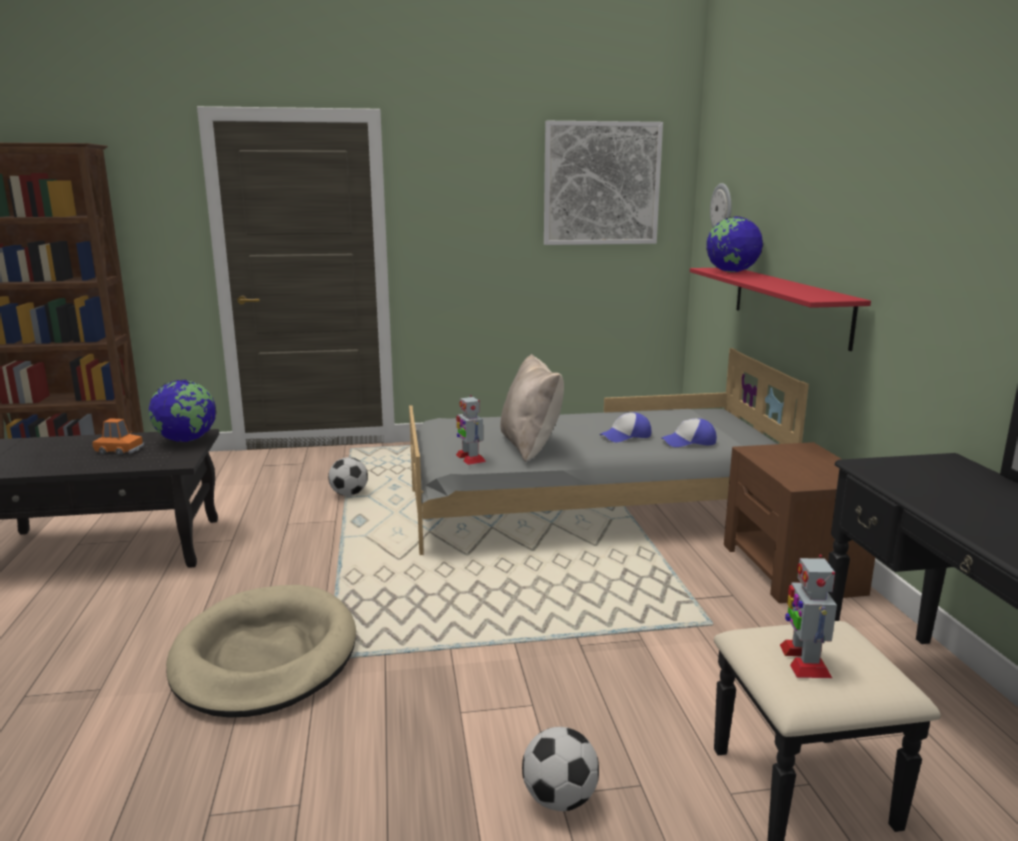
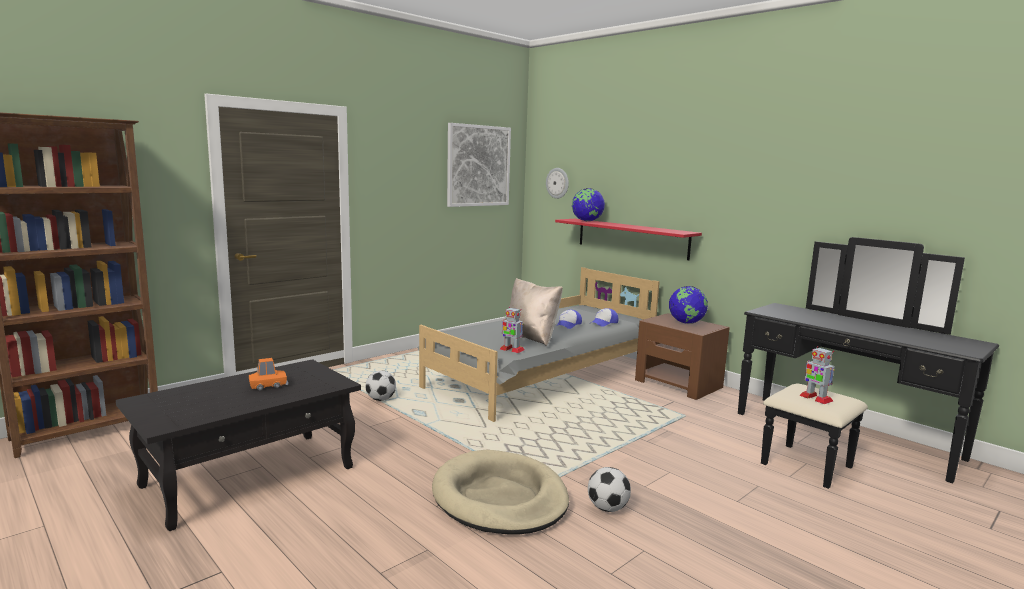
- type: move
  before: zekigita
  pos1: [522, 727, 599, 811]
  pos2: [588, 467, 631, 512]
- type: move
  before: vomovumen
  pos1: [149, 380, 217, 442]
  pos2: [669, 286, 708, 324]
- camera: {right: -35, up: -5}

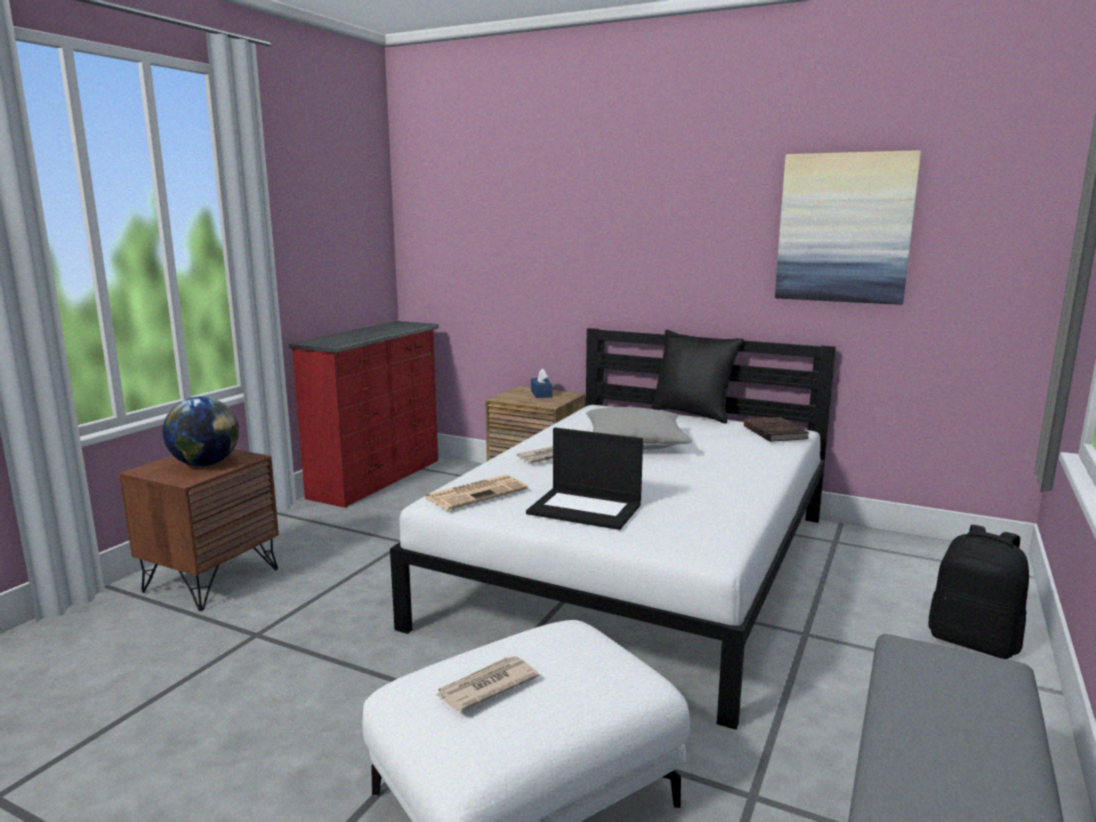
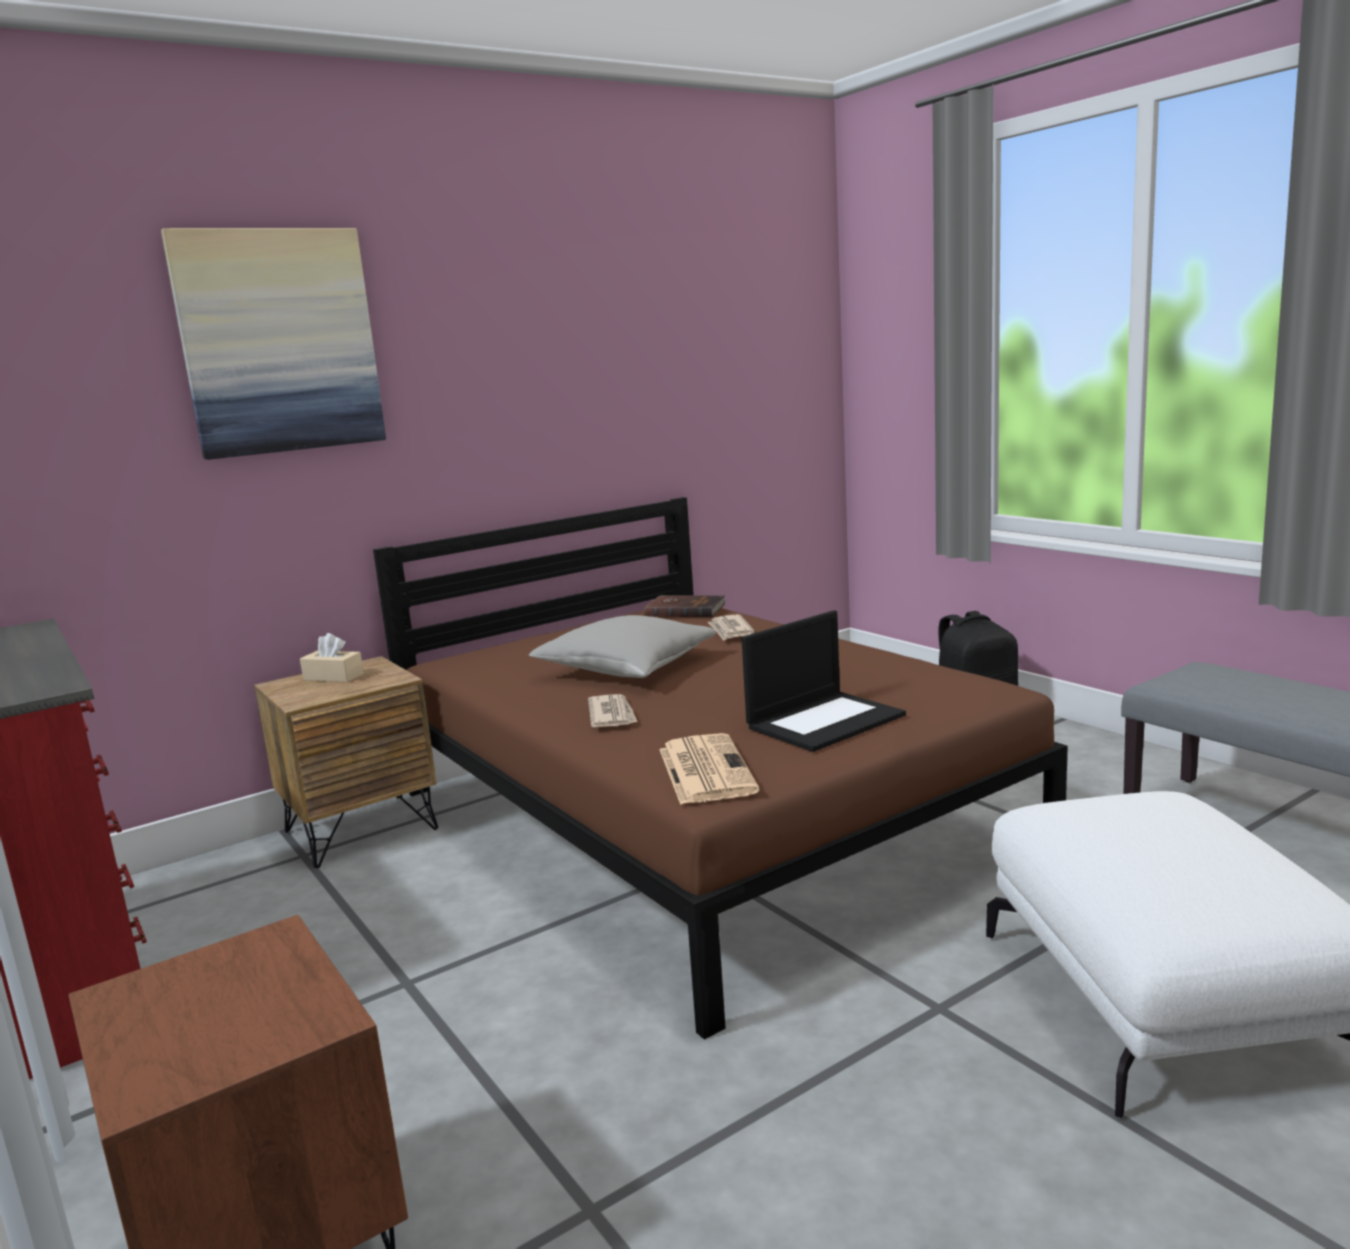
- type: move
  before: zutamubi
  pos1: [775, 150, 921, 305]
  pos2: [161, 228, 386, 460]
- type: recolor
  before: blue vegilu
  after: beige vegilu
  pos1: [531, 368, 552, 398]
  pos2: [300, 633, 364, 682]
- type: recolor
  before: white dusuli
  after: brown dusuli
  pos1: [390, 328, 836, 730]
  pos2: [373, 497, 1068, 1040]
- type: move
  before: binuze
  pos1: [436, 656, 539, 711]
  pos2: [707, 614, 755, 641]
- type: delete
  before: vomovumen
  pos1: [163, 397, 239, 466]
- type: delete
  before: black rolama
  pos1: [651, 330, 744, 424]
- camera: {right: -60, up: 0}

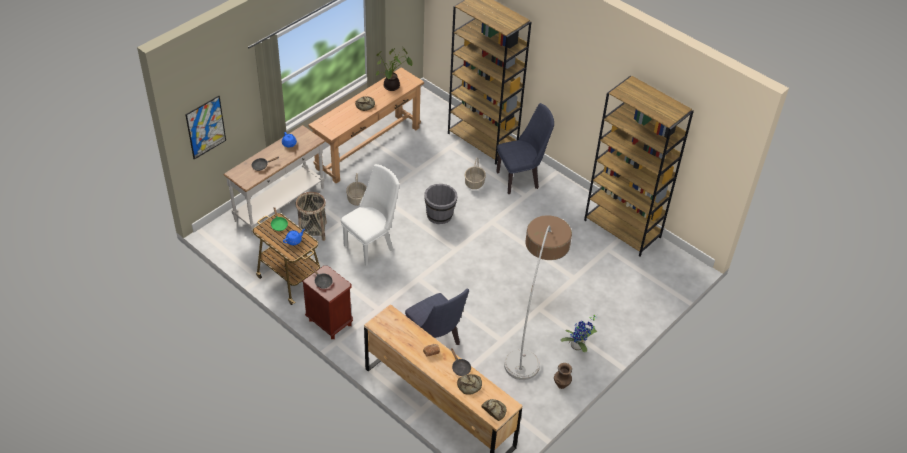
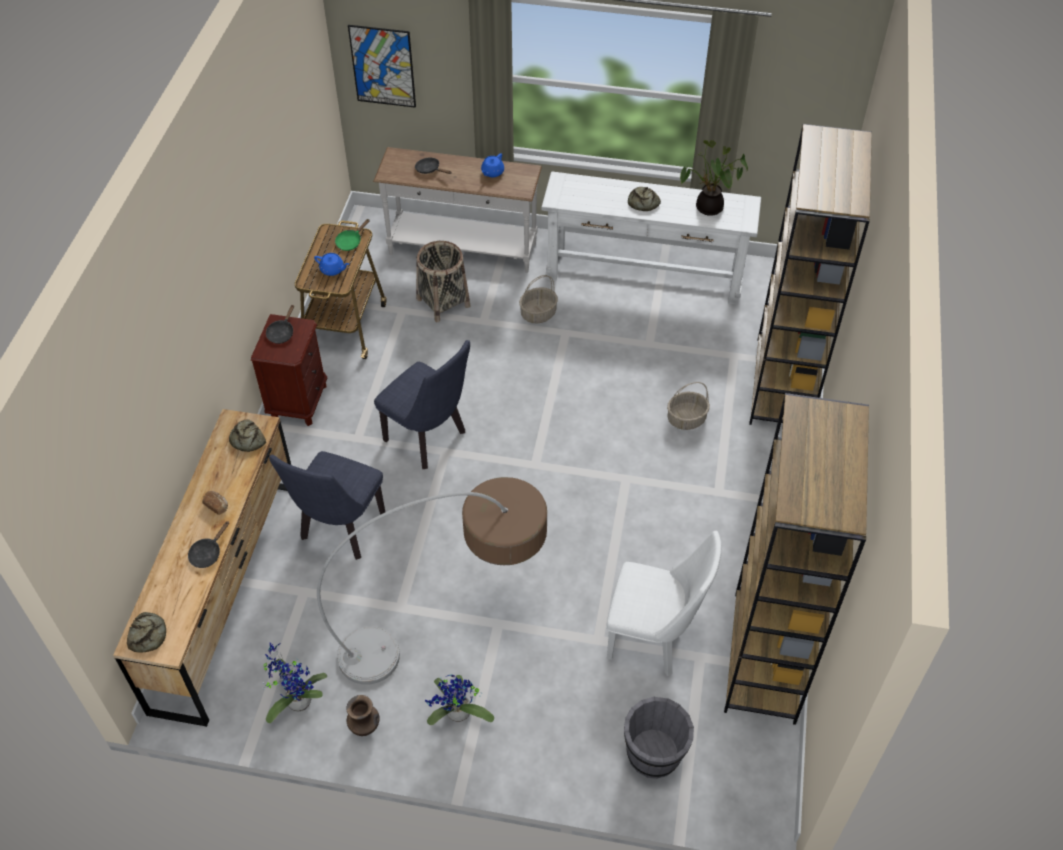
- type: move
  before: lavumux
  pos1: [457, 374, 482, 395]
  pos2: [229, 419, 266, 452]
- type: insert
  after: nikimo
  pos2: [263, 643, 327, 723]
- type: move
  before: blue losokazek
  pos1: [496, 103, 554, 194]
  pos2: [374, 340, 470, 469]
- type: recolor
  before: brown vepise
  after: white vepise
  pos1: [308, 67, 424, 184]
  pos2: [542, 171, 761, 304]
- type: move
  before: white losokazek
  pos1: [341, 164, 399, 266]
  pos2: [607, 530, 722, 676]
- type: move
  before: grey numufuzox
  pos1: [424, 184, 457, 224]
  pos2: [624, 696, 694, 779]
- camera: {right: 60, up: 5}

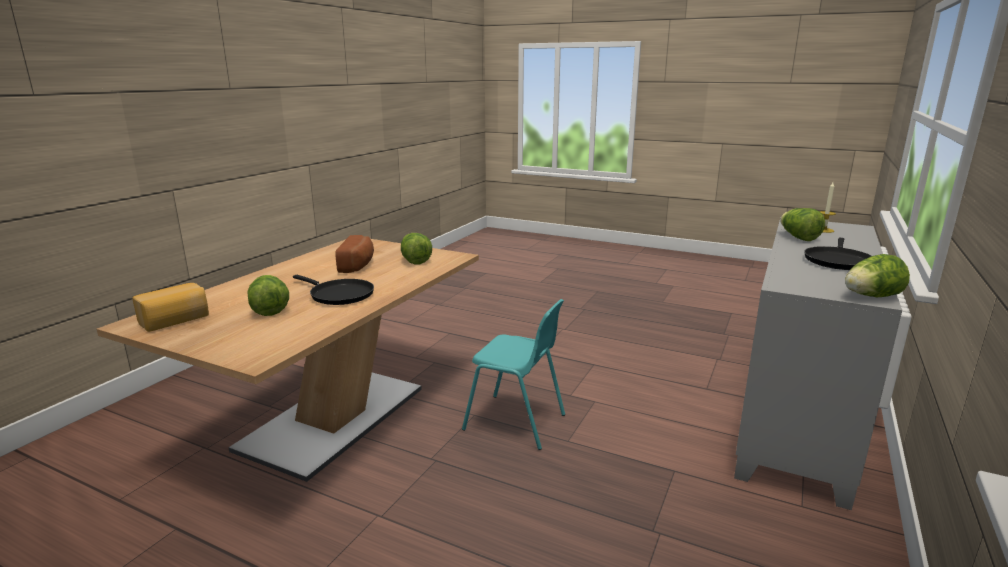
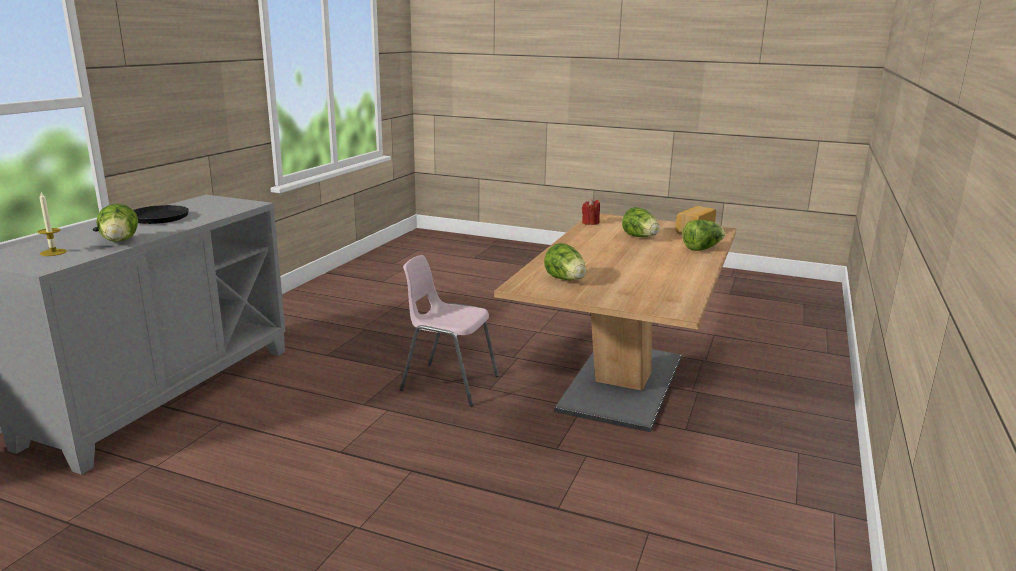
- type: recolor
  before: turquoise losokazek
  after: pink losokazek
  pos1: [462, 299, 565, 450]
  pos2: [400, 255, 499, 406]
- type: insert
  after: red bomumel
  pos2: [582, 199, 600, 225]
- type: move
  before: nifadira
  pos1: [845, 254, 910, 297]
  pos2: [682, 220, 725, 251]
- type: delete
  before: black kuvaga
  pos1: [293, 275, 374, 305]
- type: delete
  before: lavumux
  pos1: [335, 235, 374, 273]
- camera: {right: 175, up: 0}

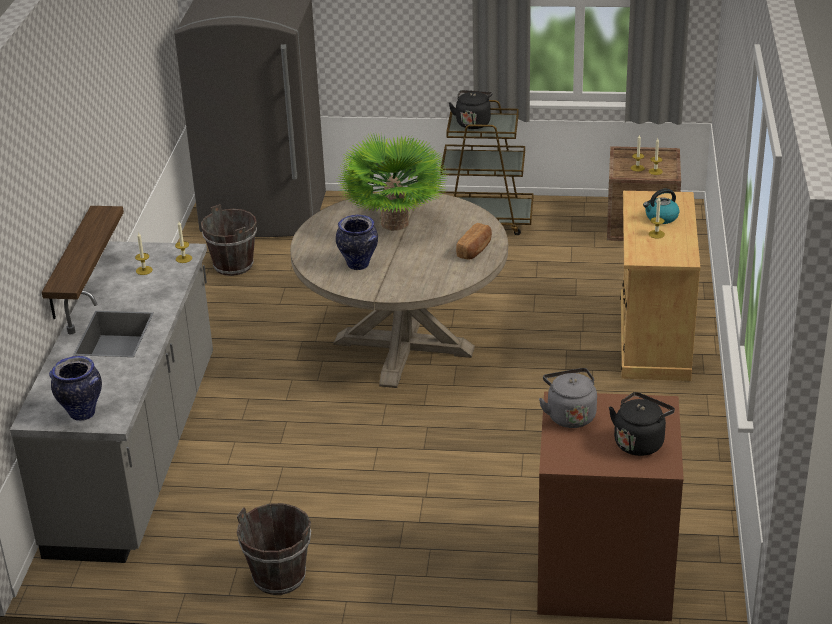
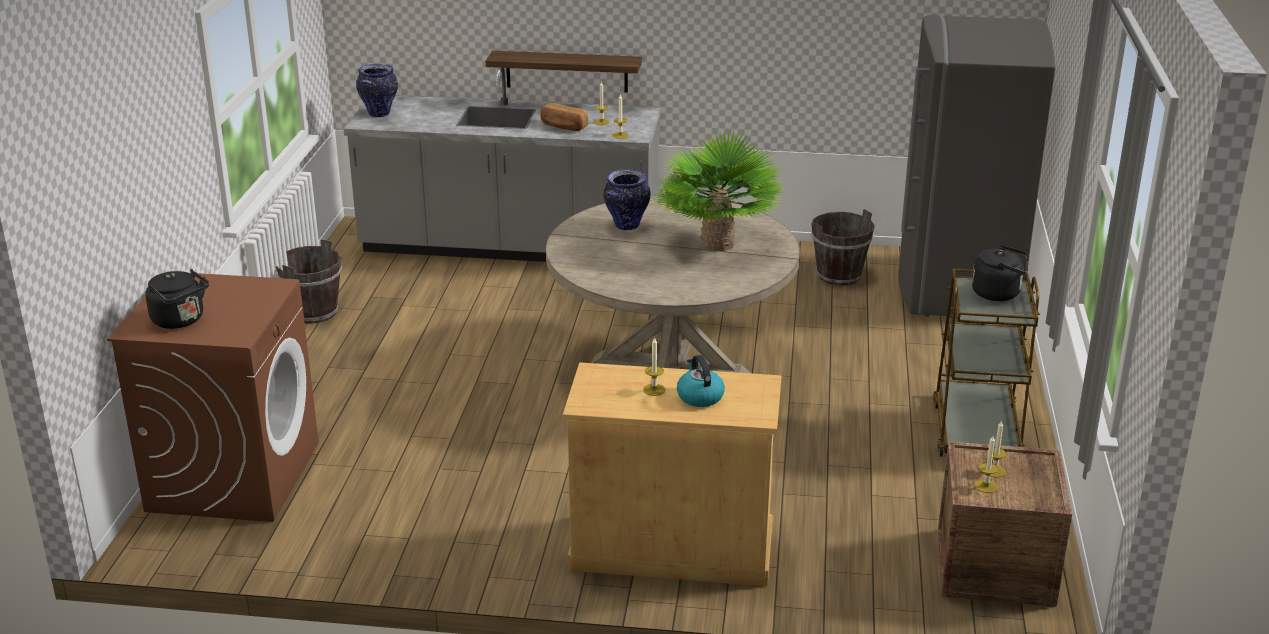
- type: move
  before: lavumux
  pos1: [456, 223, 492, 260]
  pos2: [540, 103, 588, 131]
- type: delete
  before: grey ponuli
  pos1: [539, 368, 597, 428]
- camera: {right: 90, up: -5}

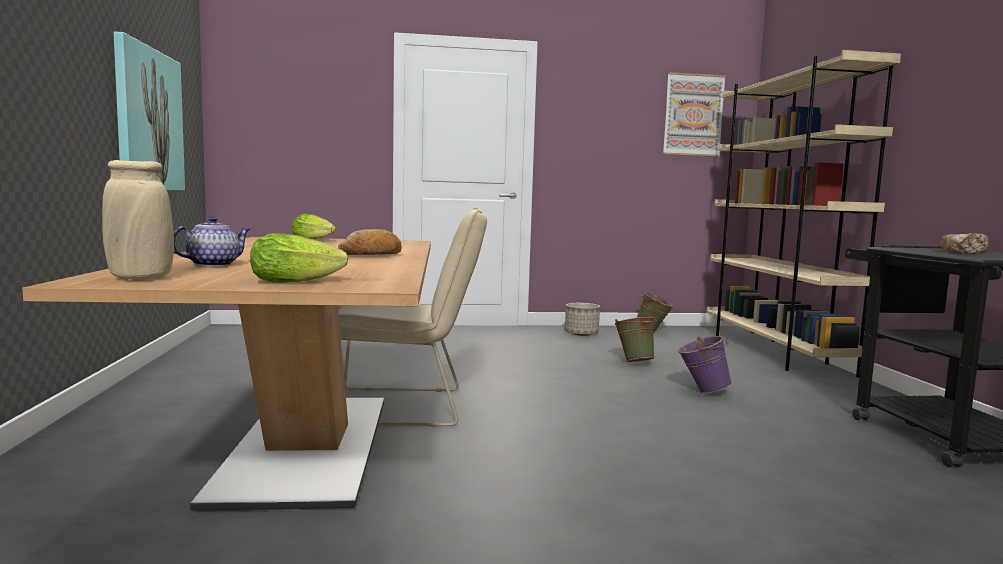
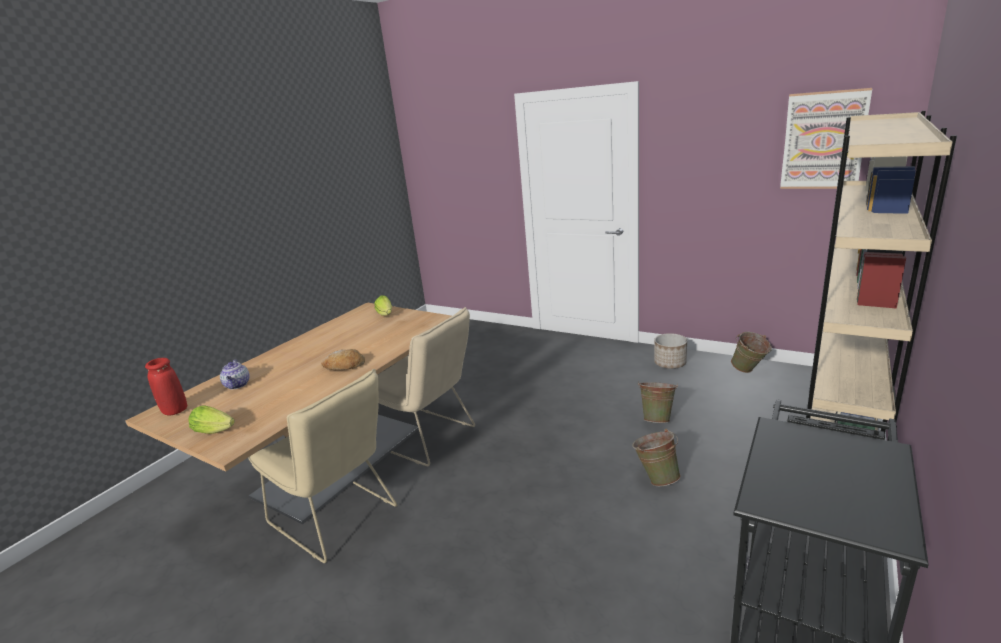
- type: recolor
  before: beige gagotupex
  after: red gagotupex
  pos1: [102, 160, 174, 279]
  pos2: [145, 358, 187, 416]
- type: rotate
  before: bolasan
  pos1: [174, 217, 250, 267]
  pos2: [220, 359, 250, 389]
  turn: 90
- type: insert
  after: beige losokazek
  pos2: [248, 369, 397, 563]
- type: recolor
  before: purple numufuzox
  after: green numufuzox
  pos1: [678, 336, 732, 393]
  pos2: [632, 429, 681, 486]
- type: delete
  before: zutamubi
  pos1: [113, 31, 185, 191]
- type: delete
  before: lavumux
  pos1: [941, 233, 989, 253]
- camera: {right: 40, up: 15}

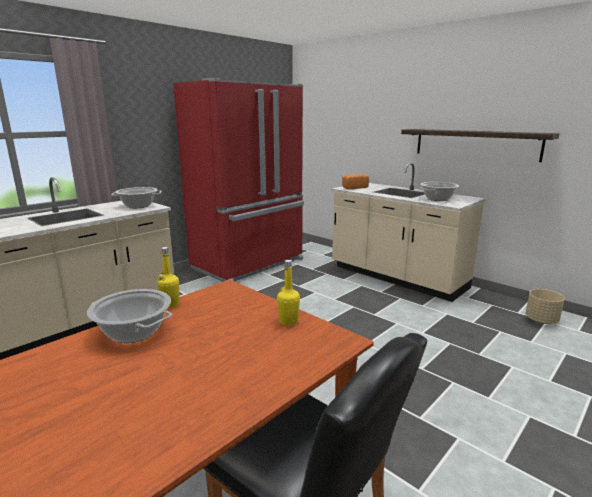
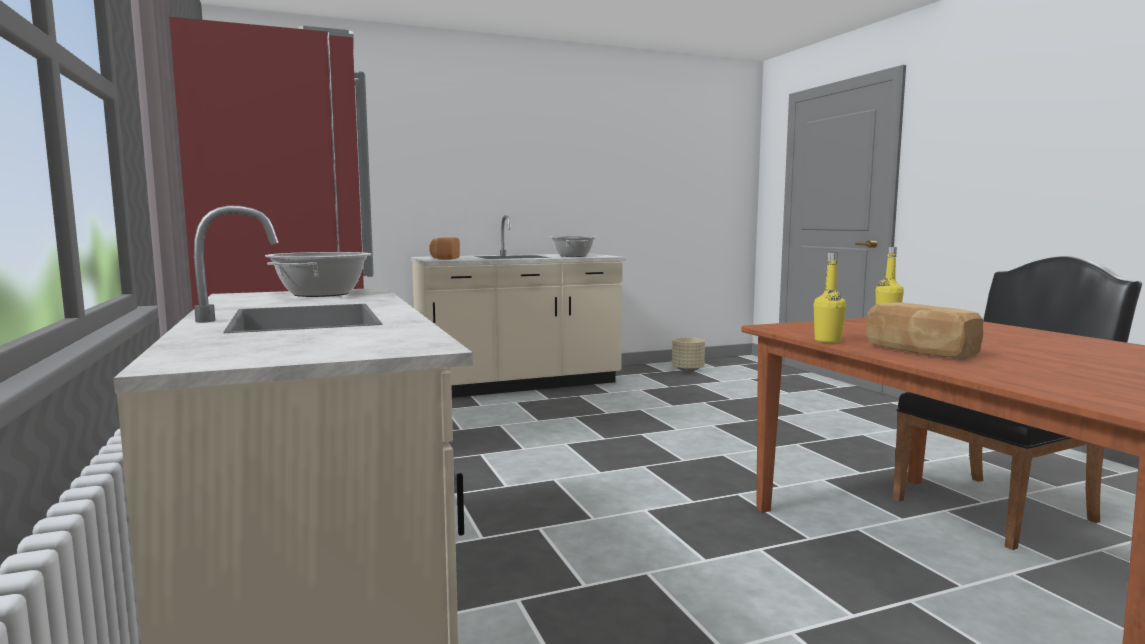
- type: replace
  before: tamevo
  after: lavumux
  pos1: [87, 289, 172, 343]
  pos2: [866, 302, 983, 358]
- type: delete
  before: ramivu
  pos1: [401, 129, 559, 162]
- camera: {right: -65, up: -10}

